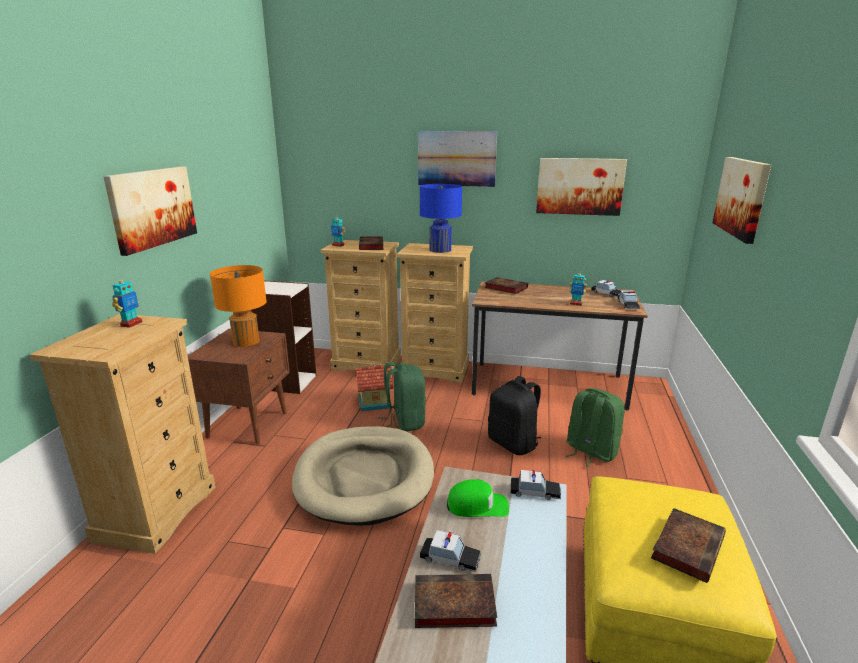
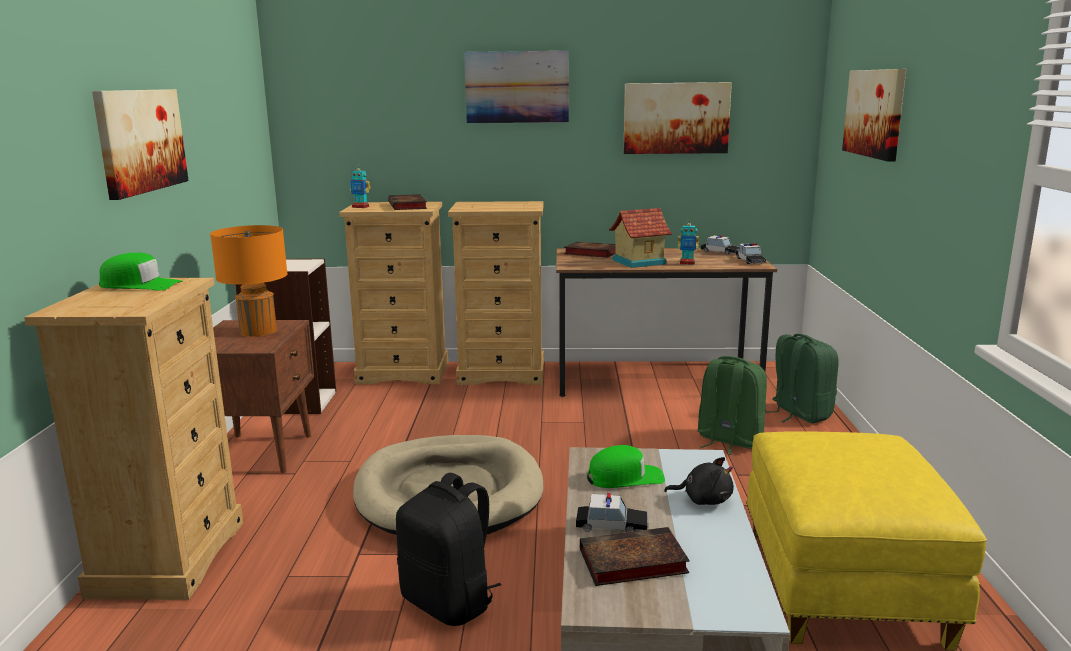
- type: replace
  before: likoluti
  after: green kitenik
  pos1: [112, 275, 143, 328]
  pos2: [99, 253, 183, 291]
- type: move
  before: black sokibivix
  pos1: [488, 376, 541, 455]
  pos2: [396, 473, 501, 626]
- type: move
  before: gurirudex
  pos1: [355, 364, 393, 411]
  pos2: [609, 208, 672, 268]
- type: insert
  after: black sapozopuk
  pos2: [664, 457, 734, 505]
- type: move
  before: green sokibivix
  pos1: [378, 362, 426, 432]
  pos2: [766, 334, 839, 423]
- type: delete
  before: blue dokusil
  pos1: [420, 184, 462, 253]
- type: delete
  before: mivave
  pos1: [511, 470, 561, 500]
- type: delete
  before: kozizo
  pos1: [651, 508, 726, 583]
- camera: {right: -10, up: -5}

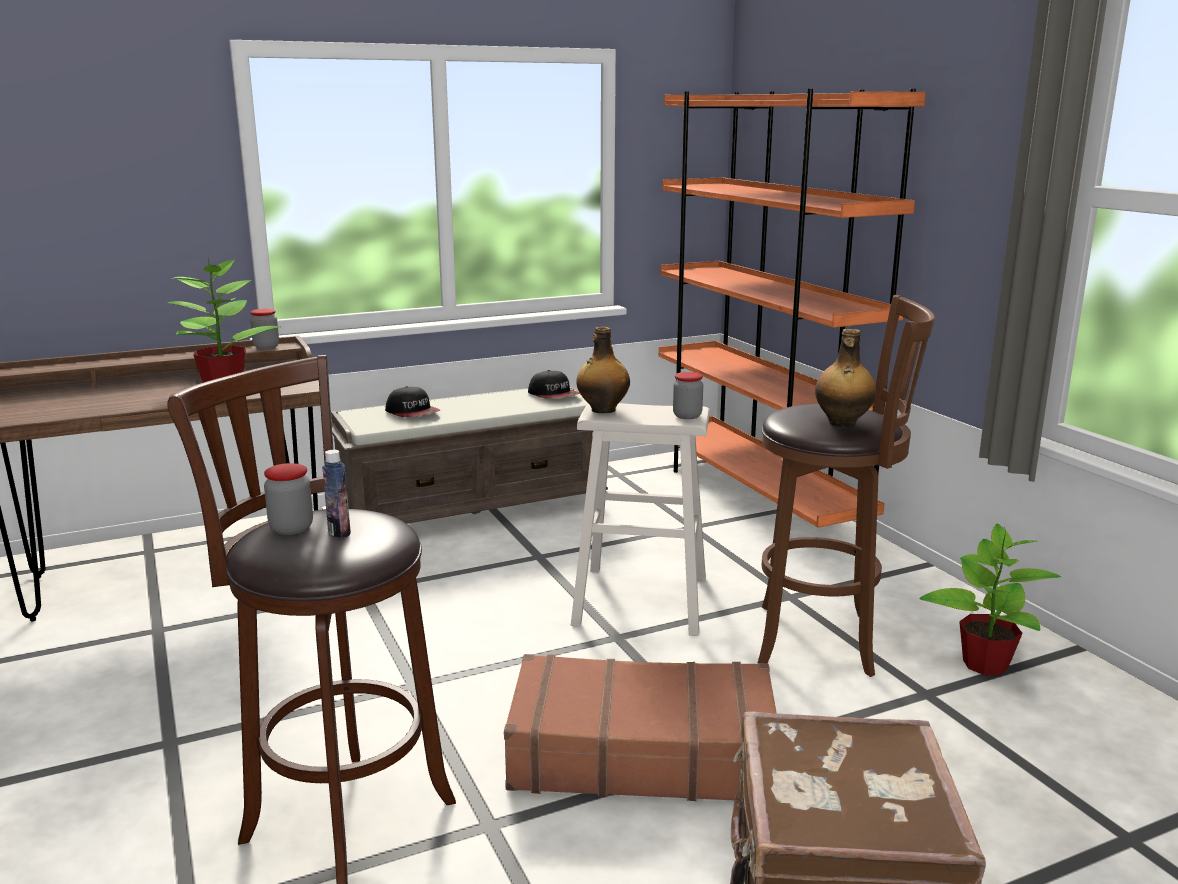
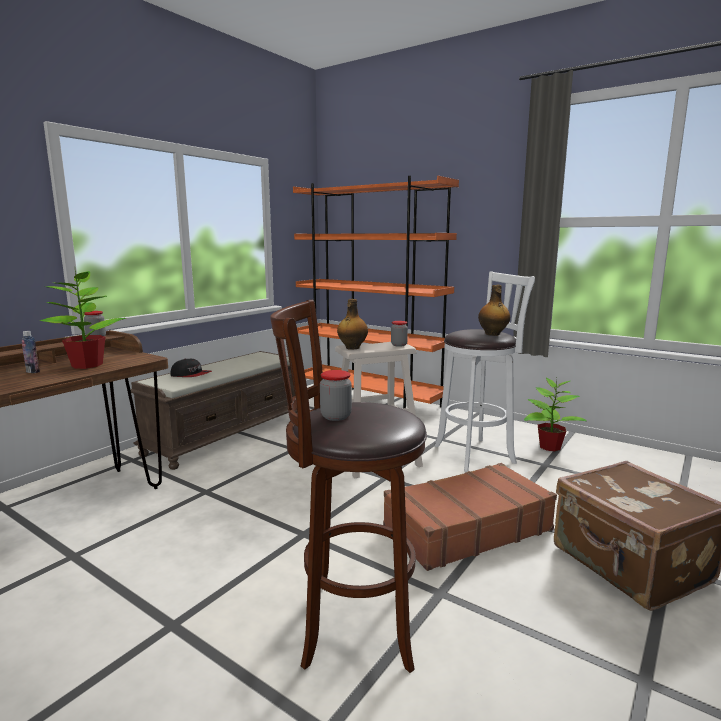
- type: move
  before: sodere
  pos1: [322, 450, 351, 538]
  pos2: [21, 331, 40, 373]
- type: recolor
  before: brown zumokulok
  after: white zumokulok
  pos1: [758, 295, 935, 677]
  pos2: [434, 272, 535, 472]
- type: delete
  before: kitenik
  pos1: [528, 370, 580, 399]
- camera: {right: -30, up: -5}

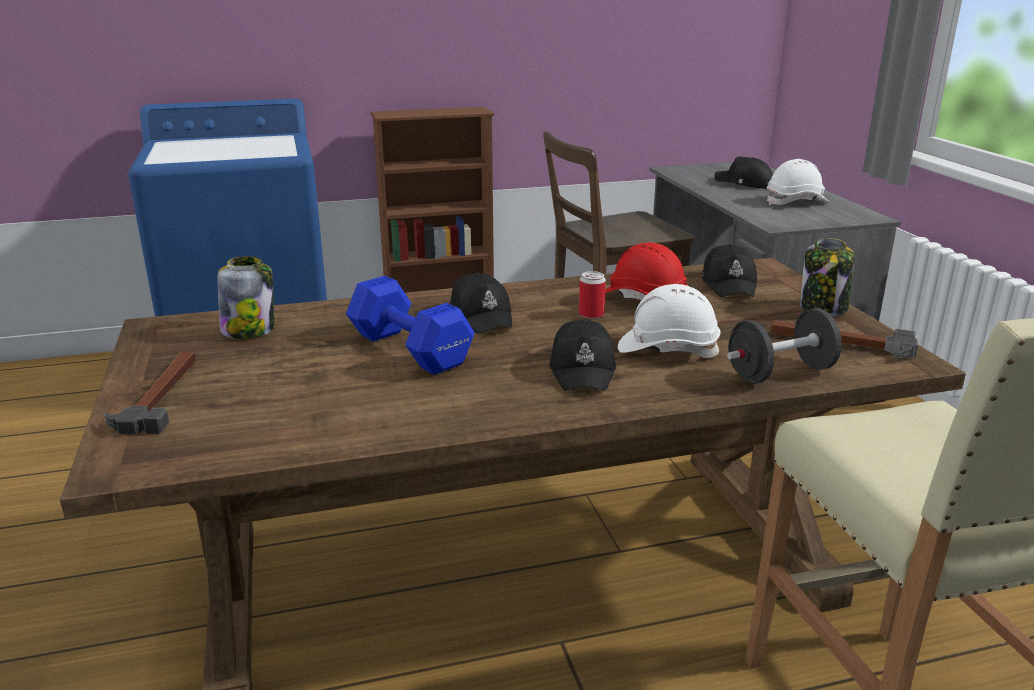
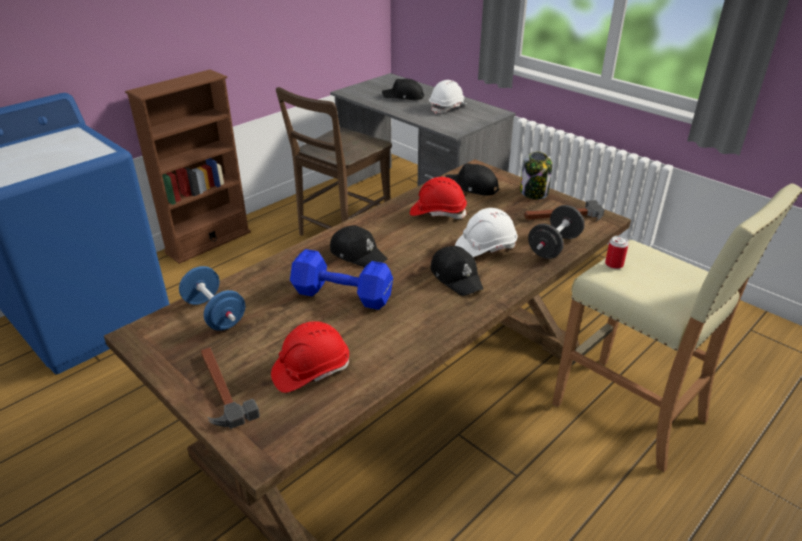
- type: replace
  before: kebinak
  after: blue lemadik
  pos1: [217, 256, 274, 338]
  pos2: [179, 266, 245, 331]
- type: insert
  after: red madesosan
  pos2: [271, 321, 349, 393]
- type: rotate
  before: black kitenik
  pos1: [702, 244, 757, 297]
  pos2: [445, 164, 499, 196]
  turn: 150
- type: move
  before: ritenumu
  pos1: [579, 271, 606, 319]
  pos2: [605, 236, 629, 269]
- camera: {right: -30, up: 10}

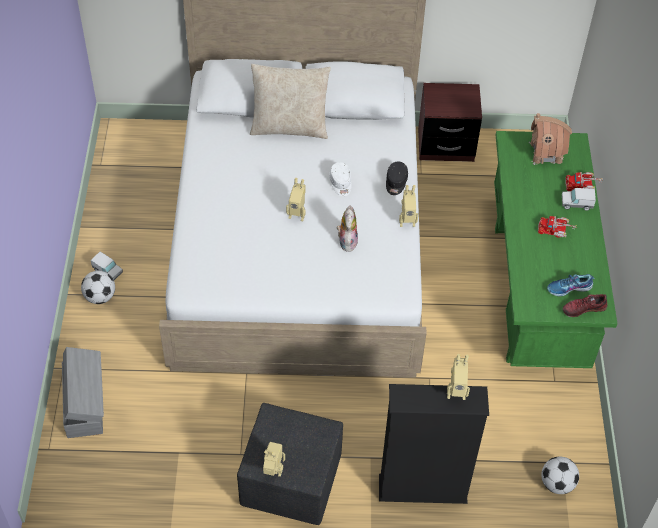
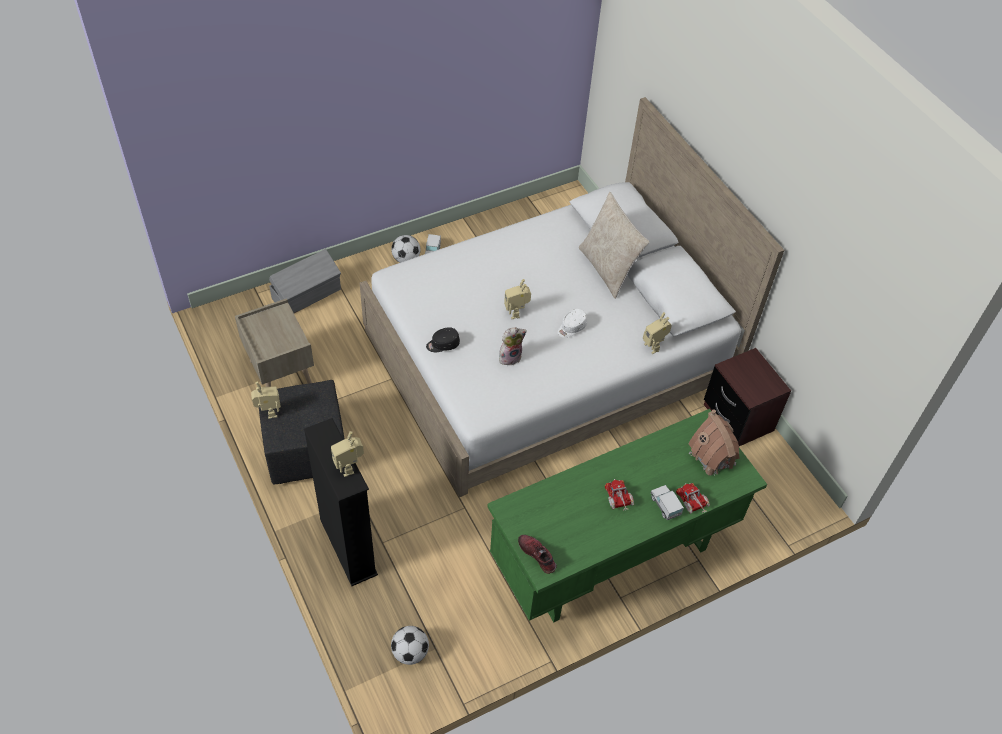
- type: insert
  after: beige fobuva
  pos2: [235, 298, 314, 387]
- type: move
  before: black kitenik
  pos1: [386, 162, 408, 195]
  pos2: [426, 327, 460, 352]
- type: move
  before: likoluti
  pos1: [399, 185, 418, 227]
  pos2: [643, 312, 672, 354]
- type: delete
  before: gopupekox
  pos1: [547, 274, 595, 297]
- camera: {right: 60, up: 0}

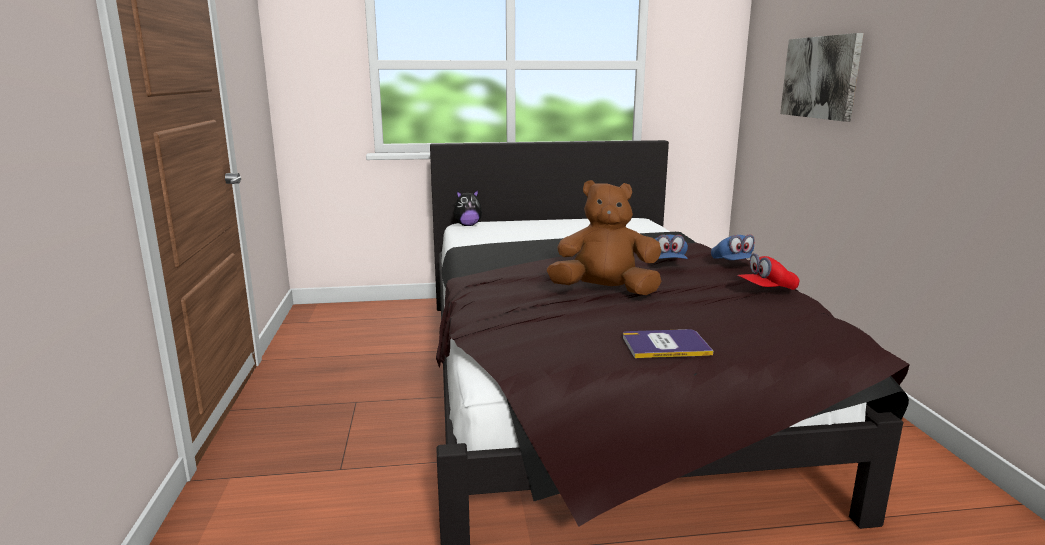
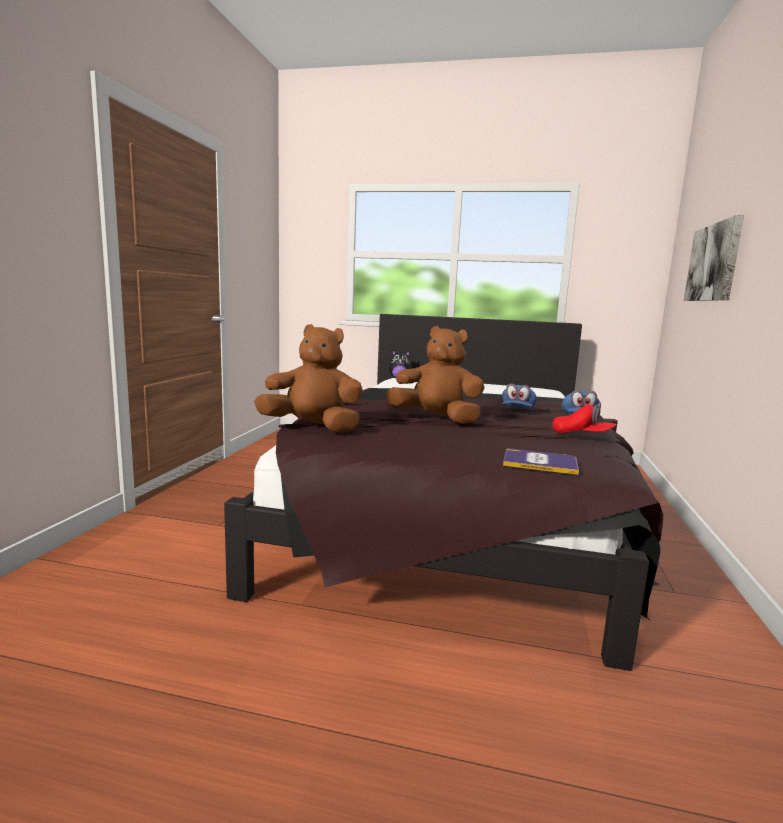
- type: insert
  after: brown sapozopuk
  pos2: [254, 324, 363, 433]
- type: move
  before: kozizo
  pos1: [623, 329, 713, 358]
  pos2: [503, 449, 579, 475]
- type: rotate
  before: red kitenik
  pos1: [737, 253, 800, 290]
  pos2: [552, 402, 617, 433]
  turn: -150
- camera: {right: 20, up: -5}

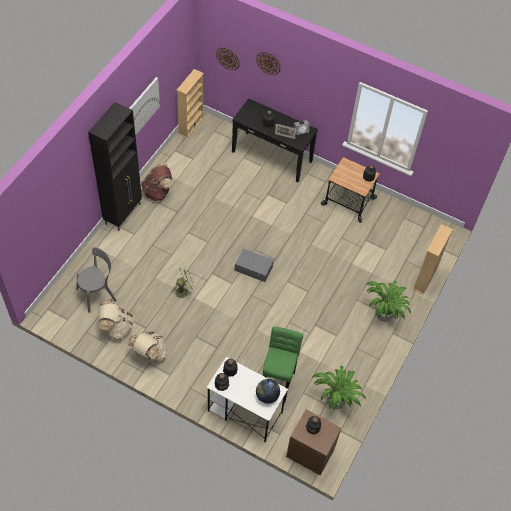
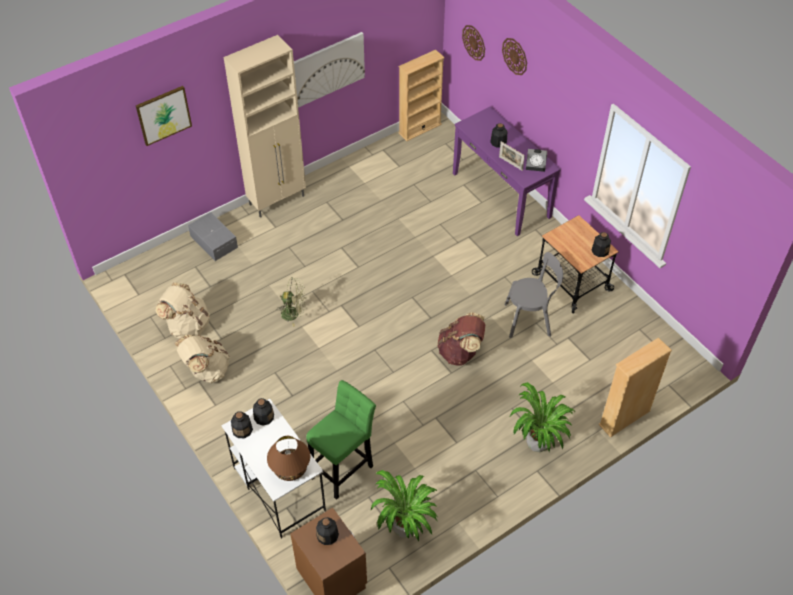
- type: insert
  after: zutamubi
  pos2: [136, 86, 192, 146]
- type: move
  before: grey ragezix
  pos1: [235, 248, 274, 282]
  pos2: [188, 212, 238, 261]
- type: recolor
  before: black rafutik
  after: beige rafutik
  pos1: [88, 102, 142, 231]
  pos2: [224, 35, 306, 218]
- type: replace
  before: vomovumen
  after: brown dokusil
  pos1: [256, 379, 280, 404]
  pos2: [267, 436, 310, 481]
- type: move
  before: brown sokibivix
  pos1: [141, 164, 172, 201]
  pos2: [437, 312, 485, 366]
- type: recolor
  before: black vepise
  after: purple vepise
  pos1: [232, 98, 318, 182]
  pos2: [453, 106, 561, 236]
- type: move
  before: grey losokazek
  pos1: [76, 247, 117, 313]
  pos2: [505, 252, 563, 338]
- camera: {right: 30, up: -5}

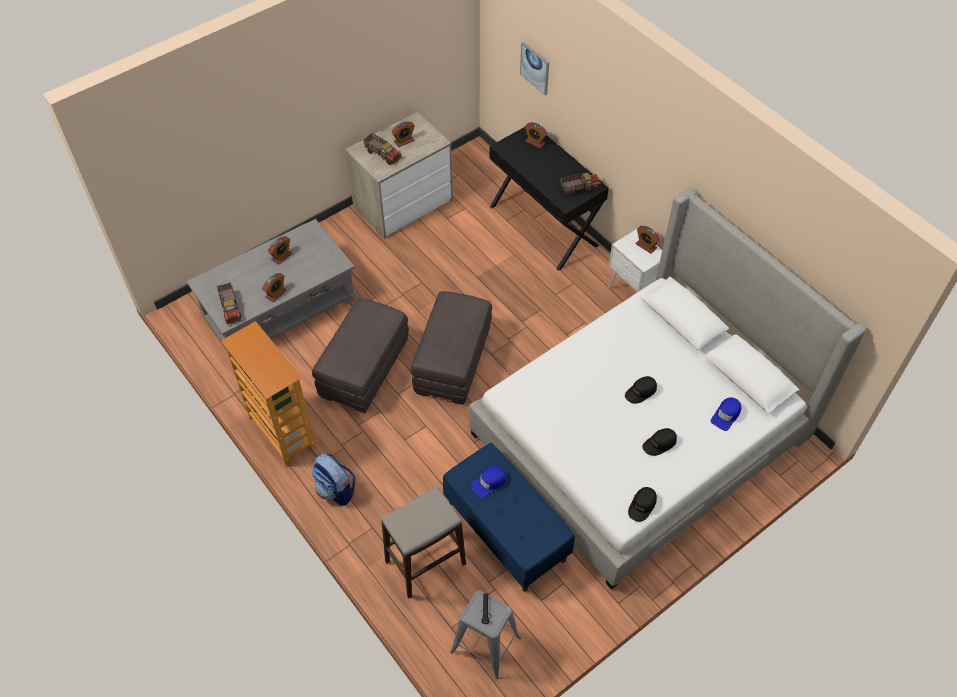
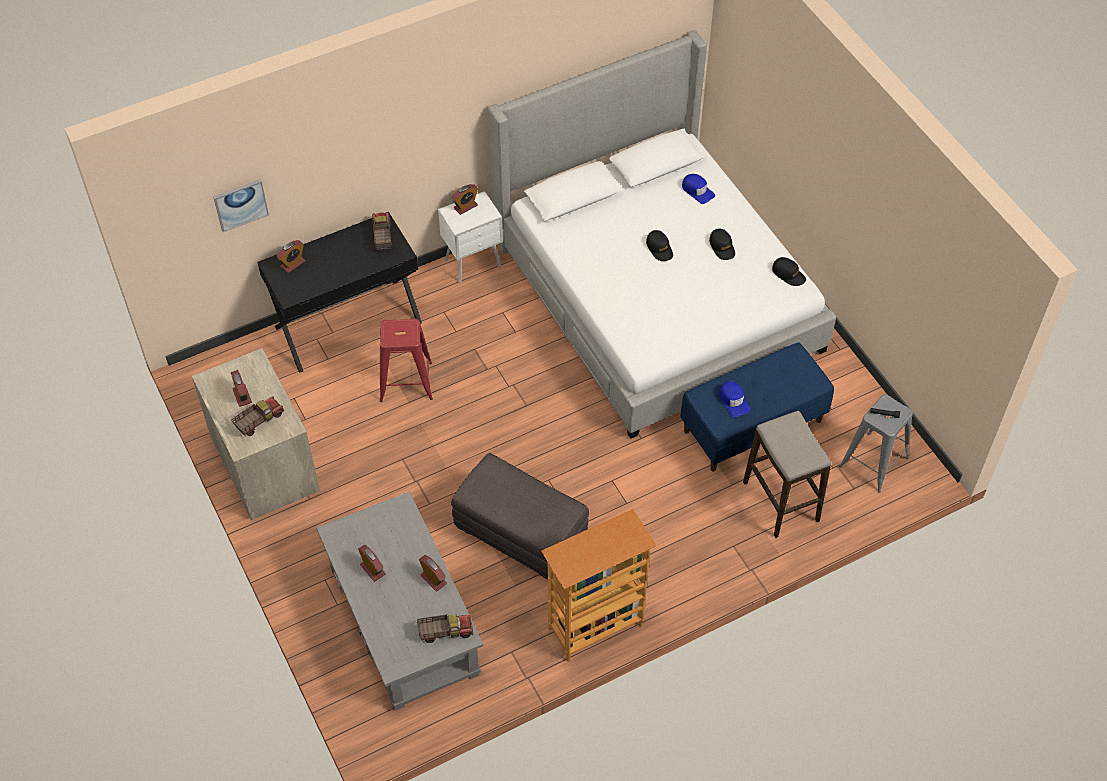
- type: insert
  after: red zumokulok
  pos2: [380, 319, 433, 402]
- type: delete
  before: sokibivix
  pos1: [312, 453, 355, 506]
- type: delete
  before: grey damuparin
  pos1: [410, 291, 492, 405]
- camera: {right: -80, up: 0}

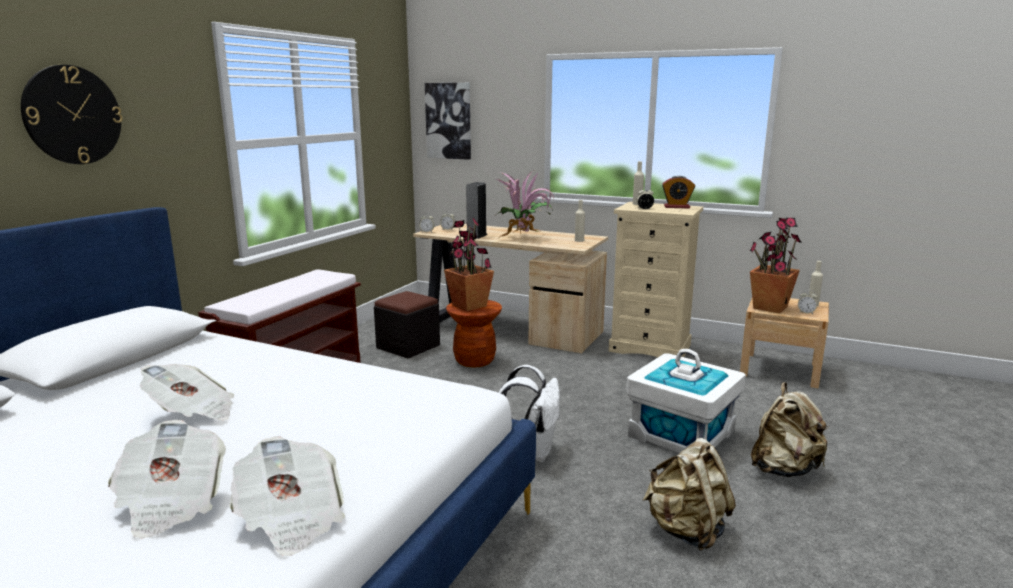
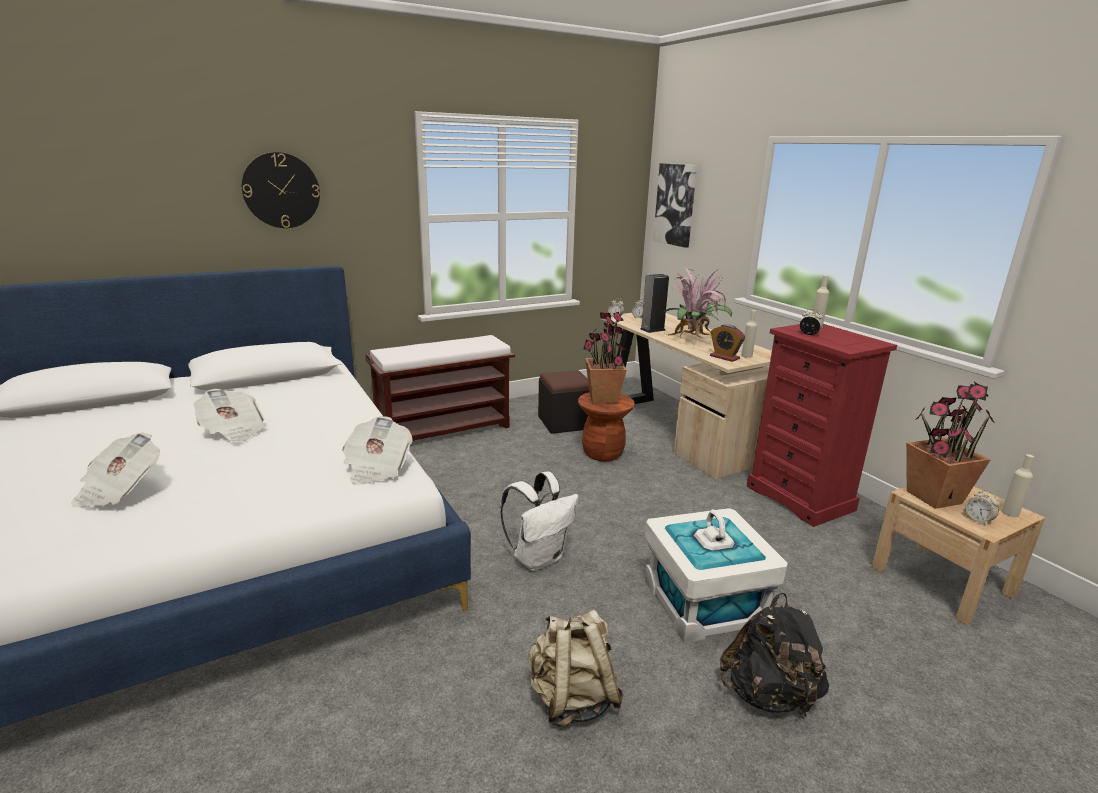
- type: move
  before: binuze
  pos1: [229, 436, 345, 556]
  pos2: [342, 416, 413, 485]
- type: move
  before: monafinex
  pos1: [662, 176, 695, 208]
  pos2: [710, 324, 745, 362]
- type: recolor
  before: beige sokibivix
  after: black sokibivix
  pos1: [751, 382, 829, 477]
  pos2: [720, 593, 829, 716]
- type: recolor
  before: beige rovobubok
  after: red rovobubok
  pos1: [608, 202, 703, 357]
  pos2: [747, 324, 897, 527]
- camera: {right: 35, up: 5}

